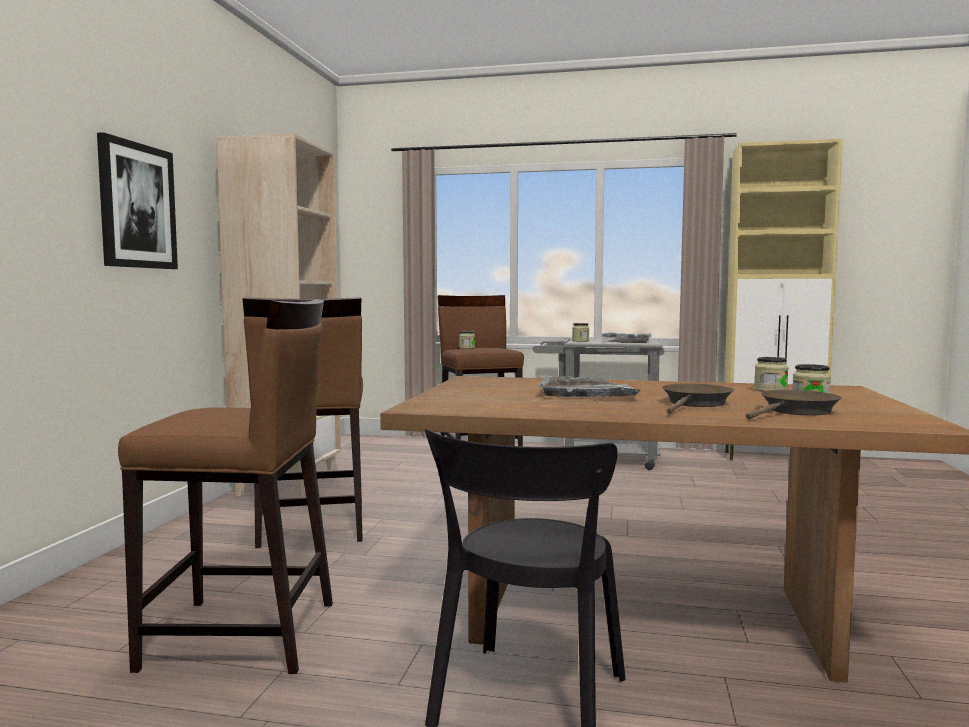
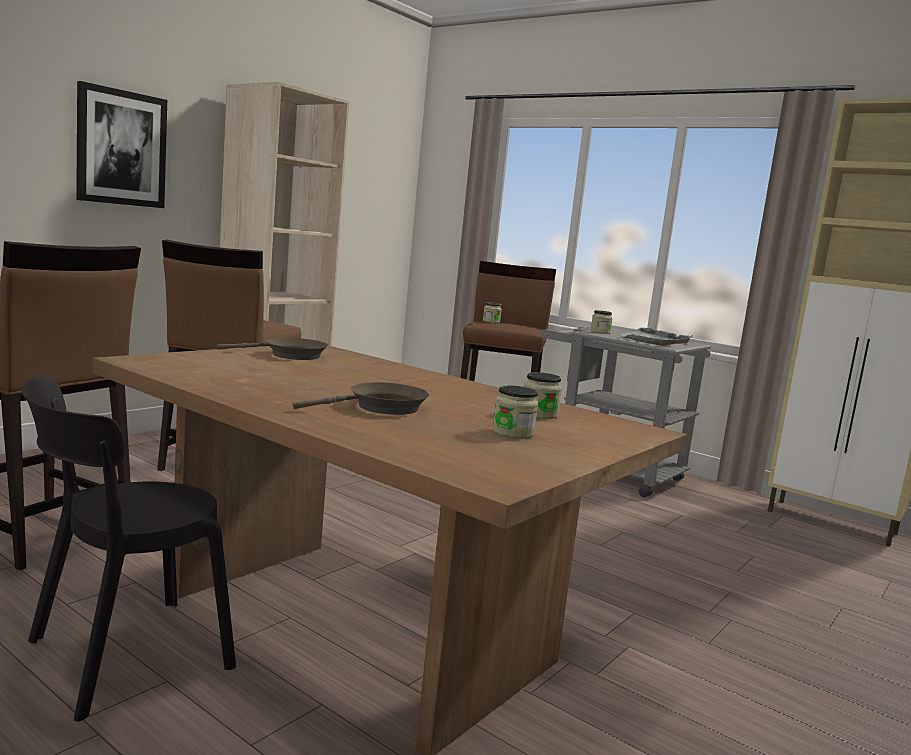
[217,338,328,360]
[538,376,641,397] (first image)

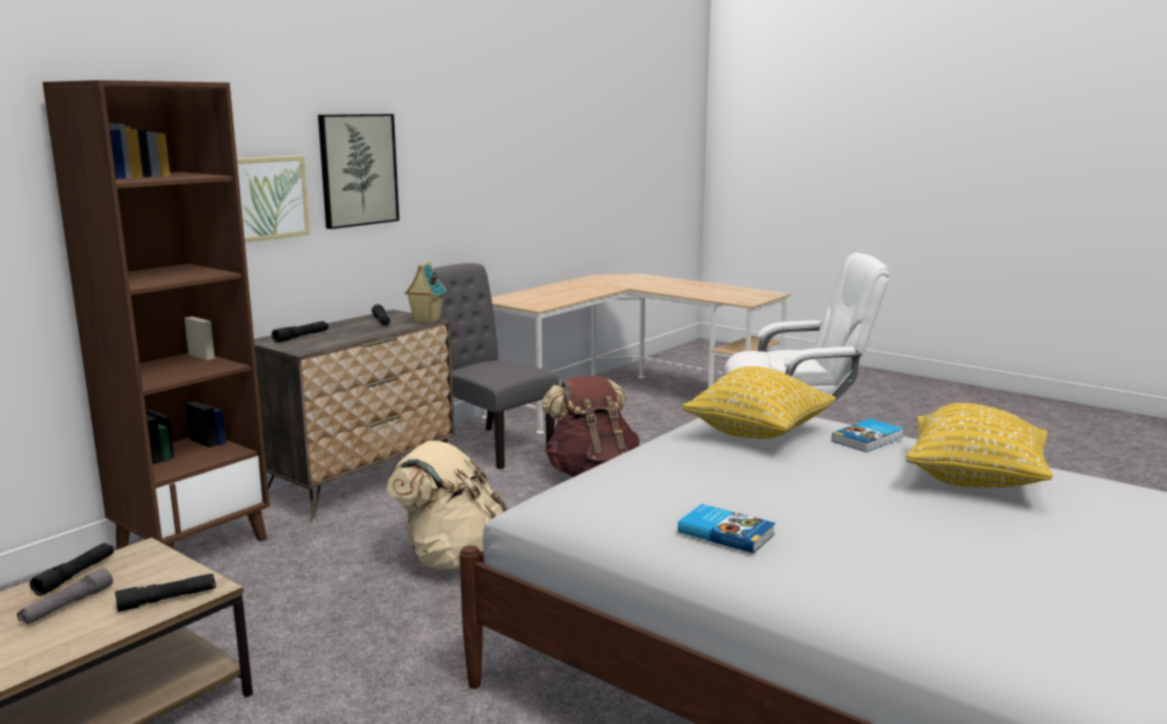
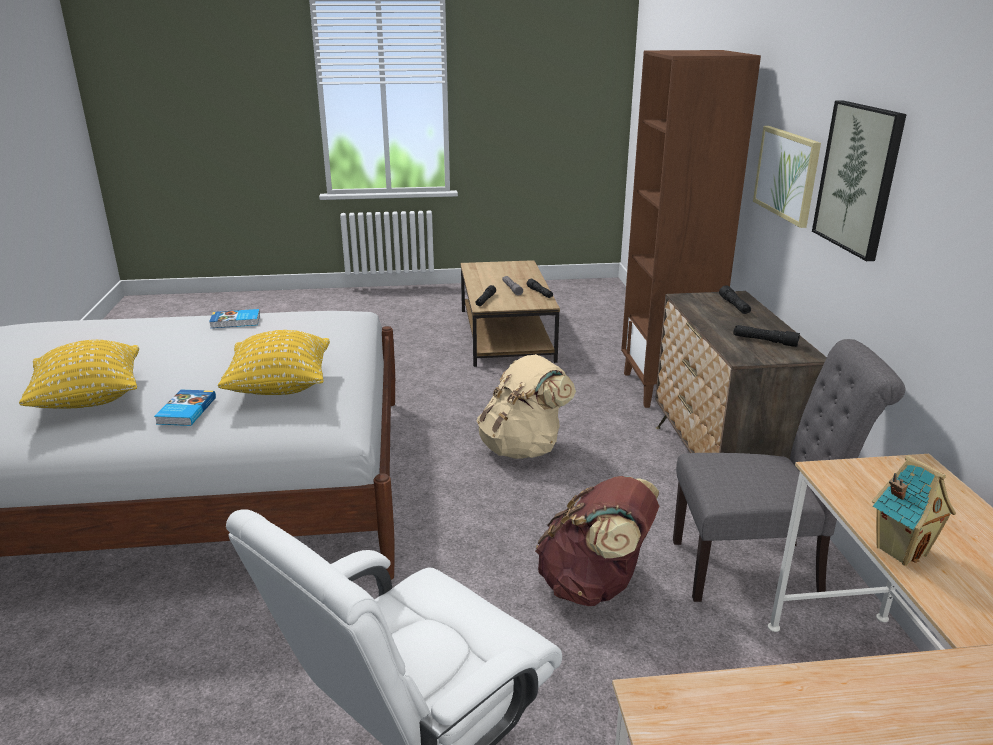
[872,455,956,566]

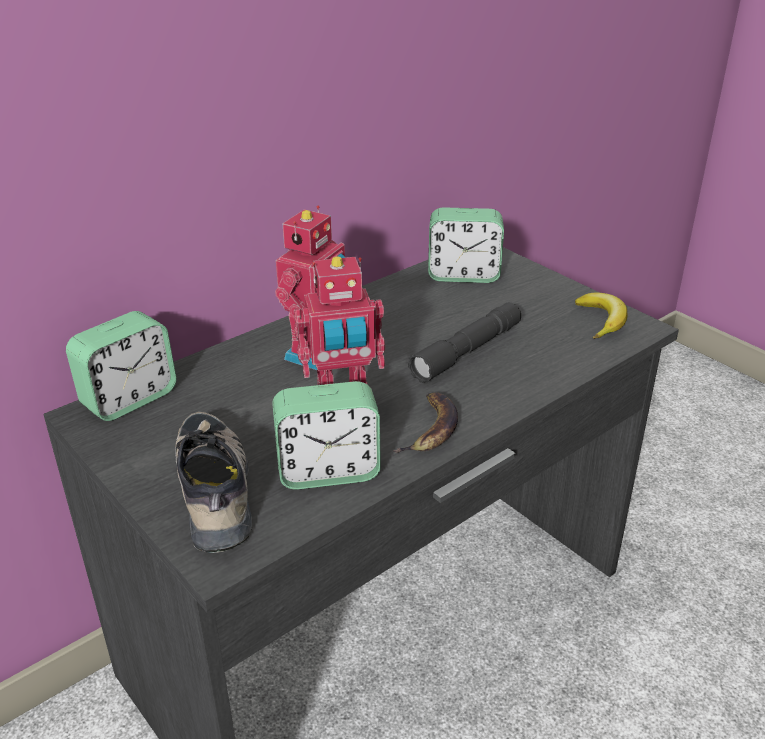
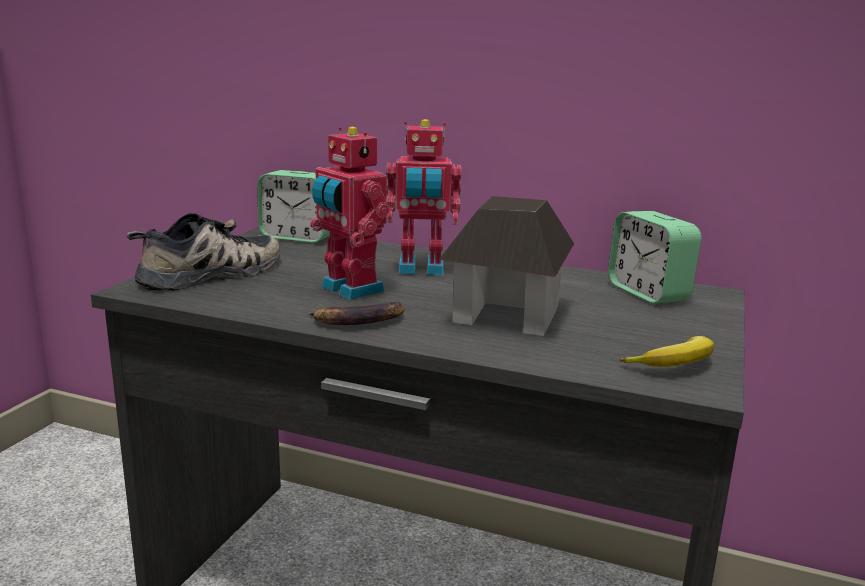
[439,196,574,336]
[272,381,381,490] (first image)

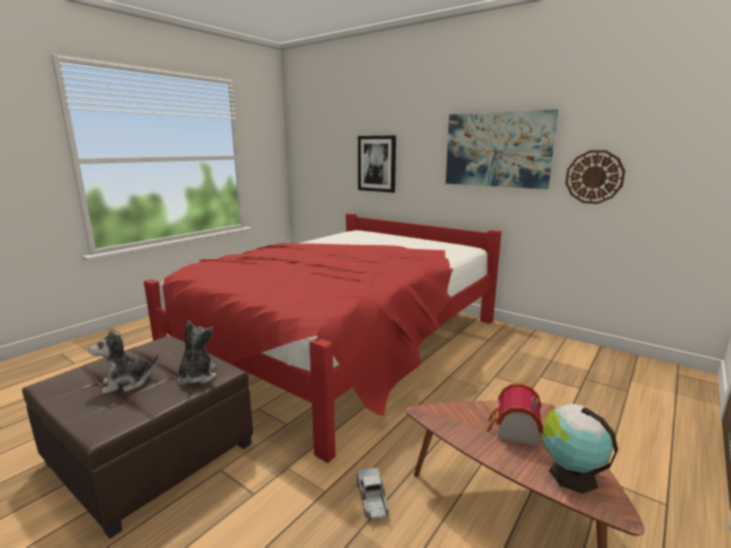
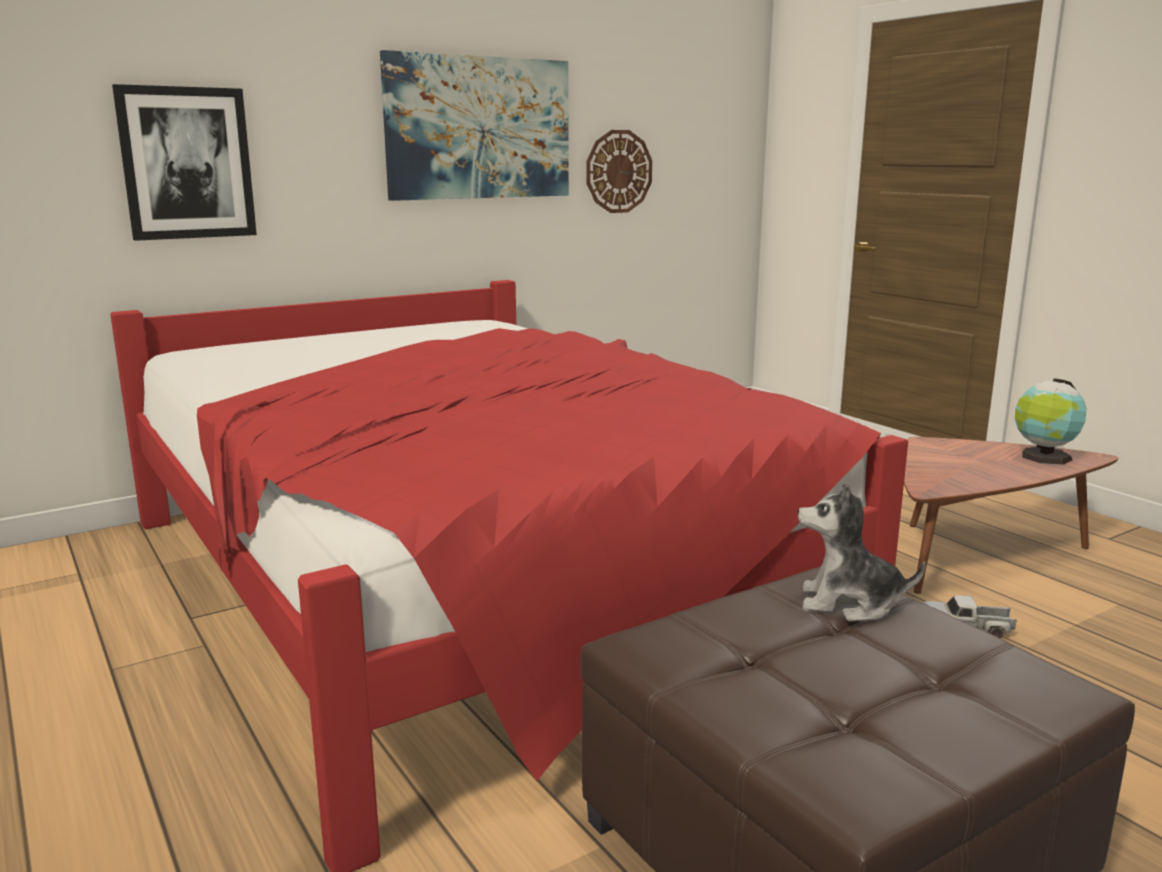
[88,330,158,394] (first image)
[487,383,543,447] (first image)

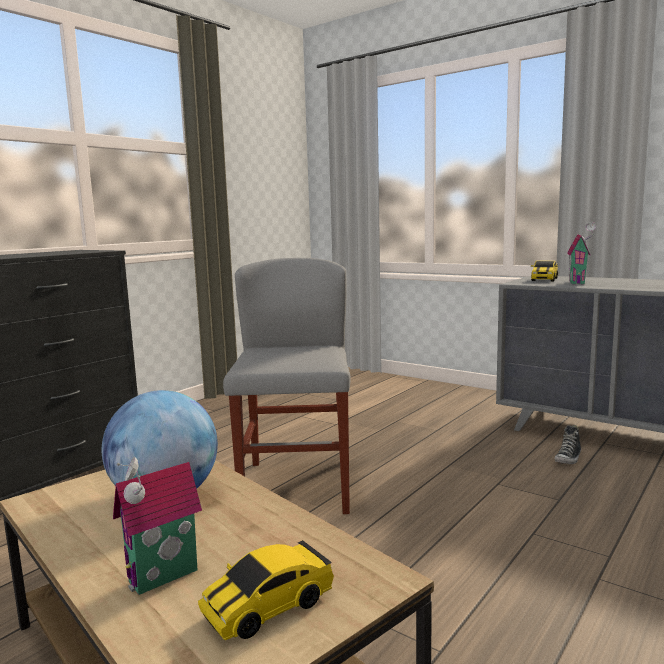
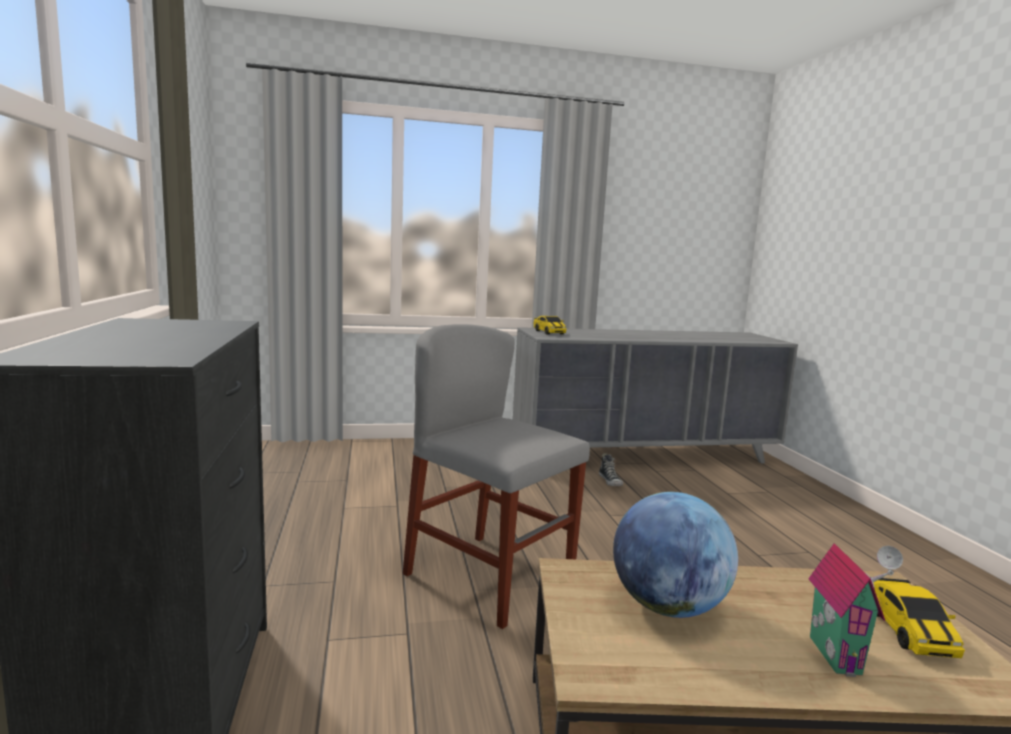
[567,222,596,284] (first image)

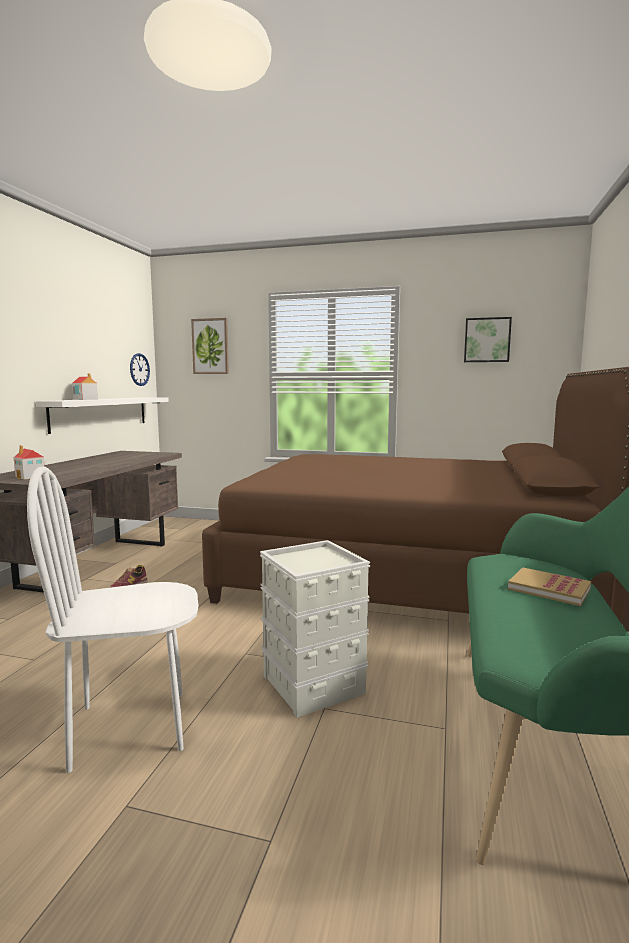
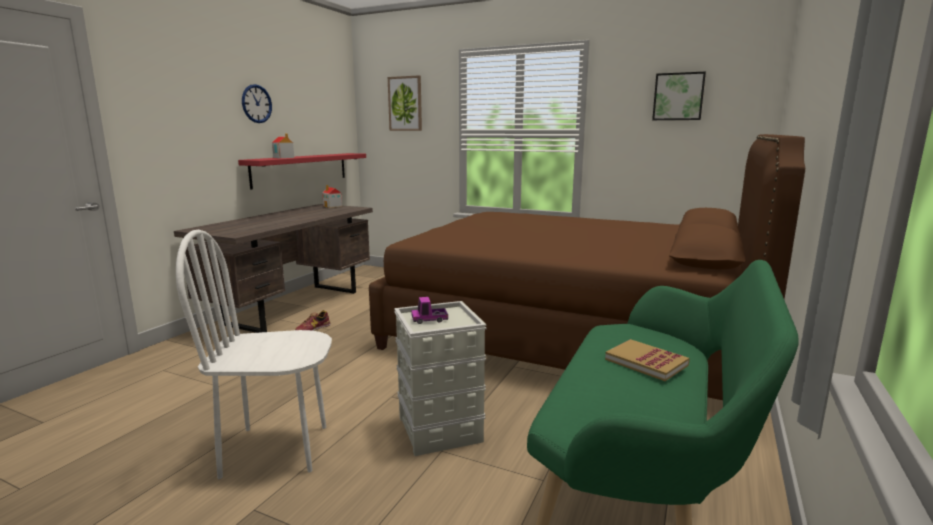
[238,153,366,189]
[242,84,272,123]
[322,185,342,208]
[411,297,448,324]

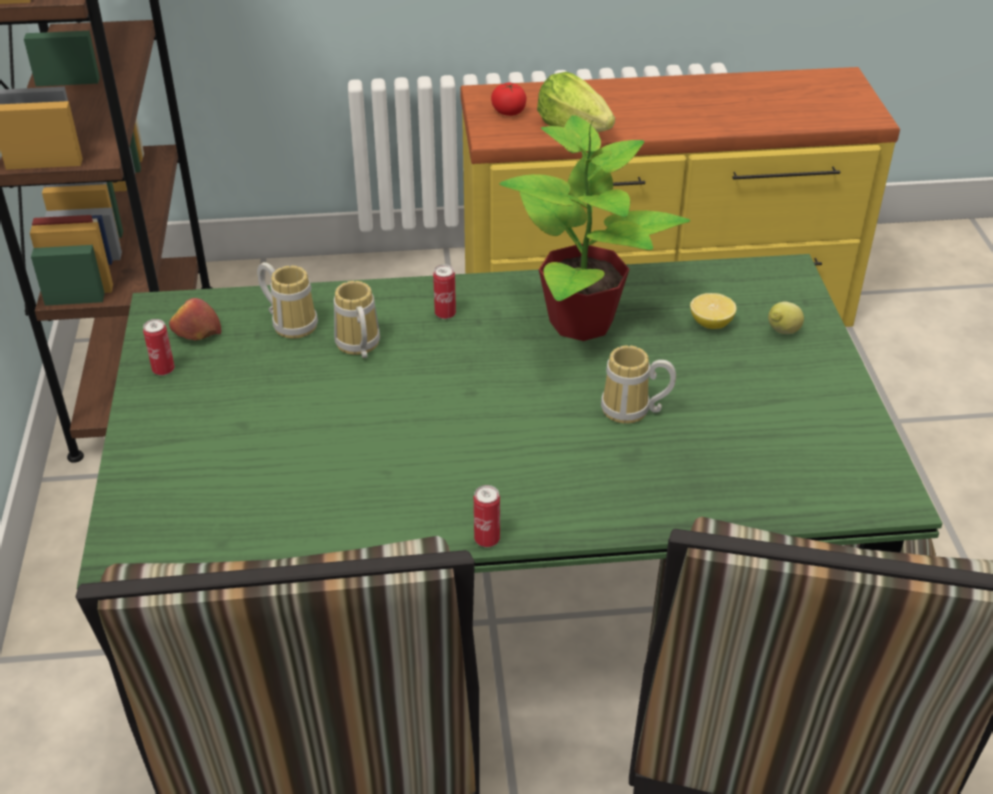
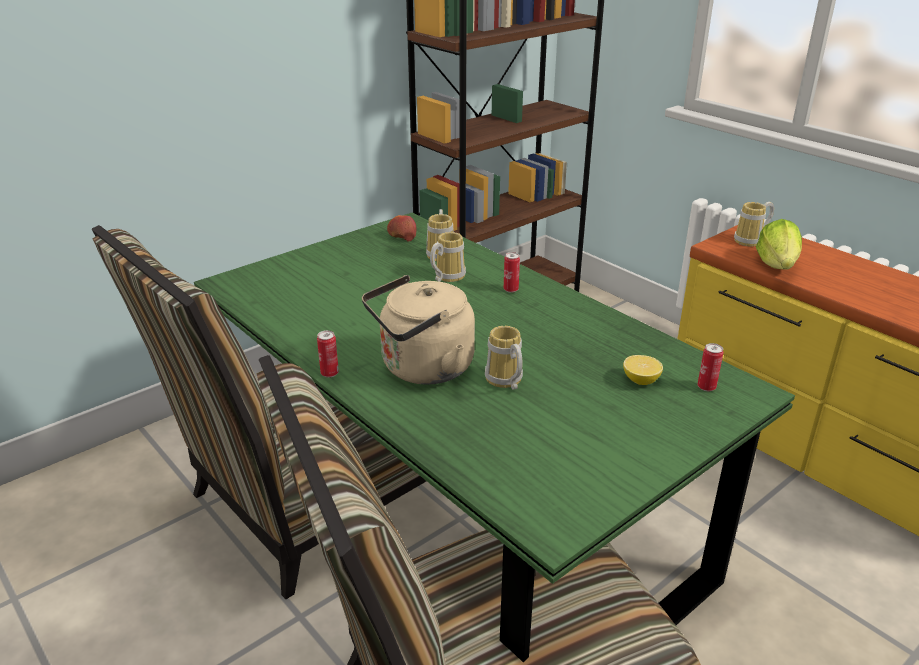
[362,275,475,385]
[698,343,723,391]
[734,202,774,247]
[499,115,690,341] (first image)
[768,301,804,334] (first image)

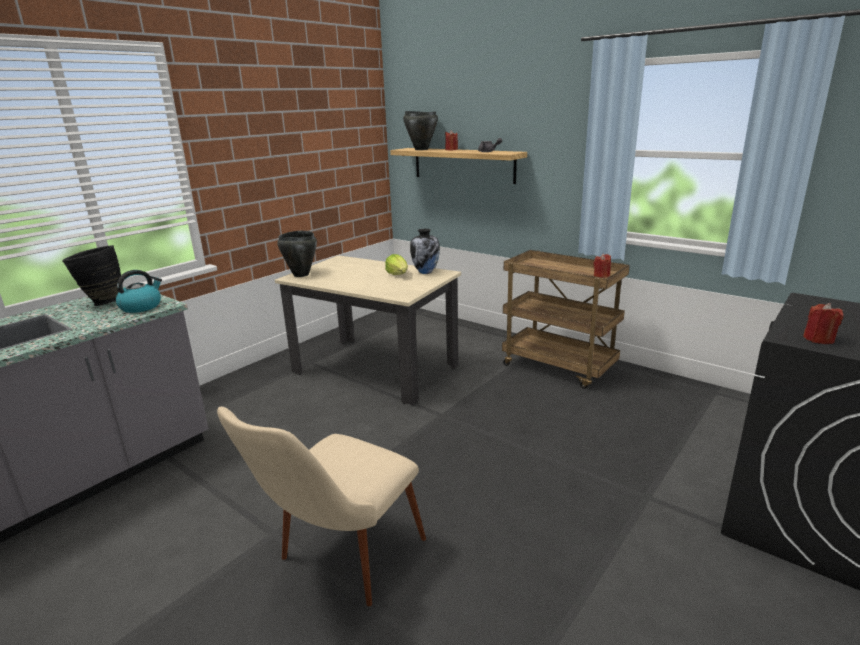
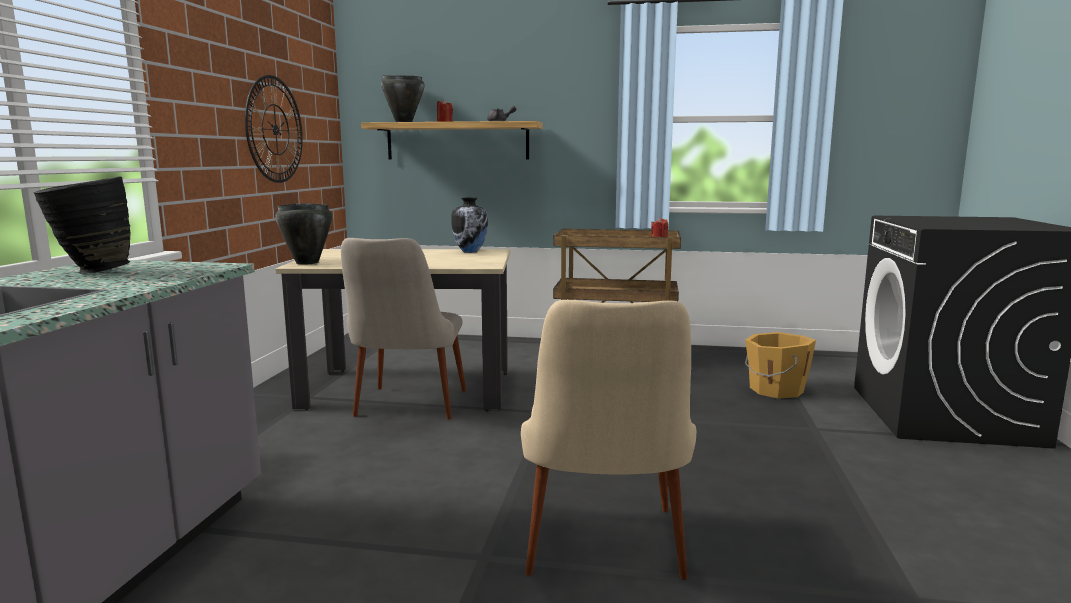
[245,75,303,183]
[341,238,466,420]
[745,332,816,399]
[116,270,162,313] (first image)
[385,254,408,275] (first image)
[803,303,843,344] (first image)

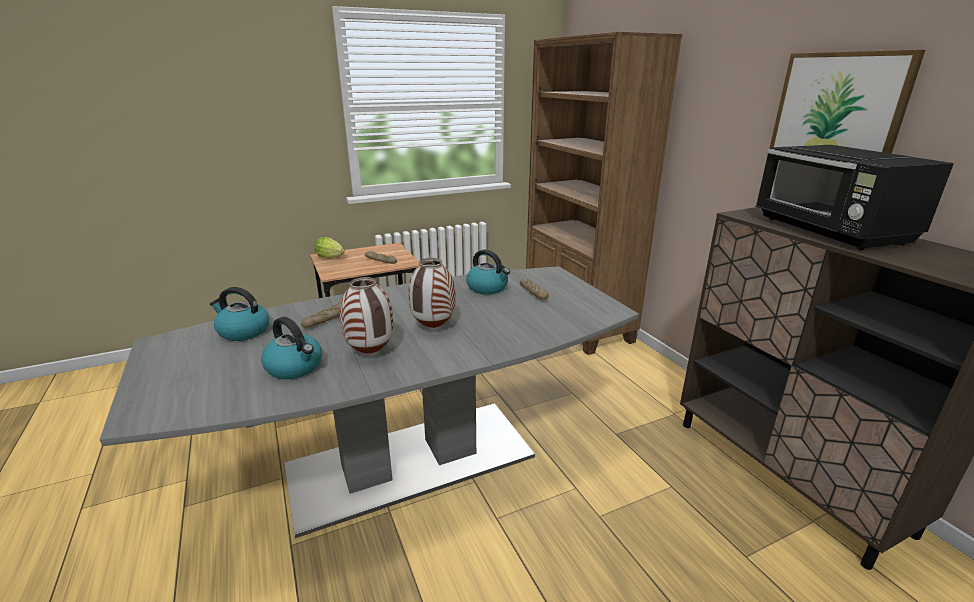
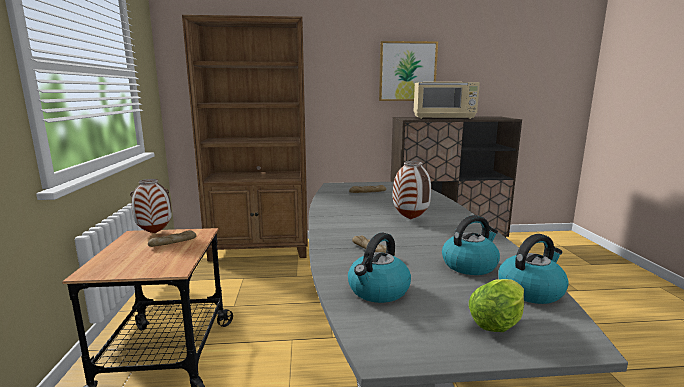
[130,179,172,233]
[414,82,480,119]
[469,279,524,332]
[498,234,569,304]

